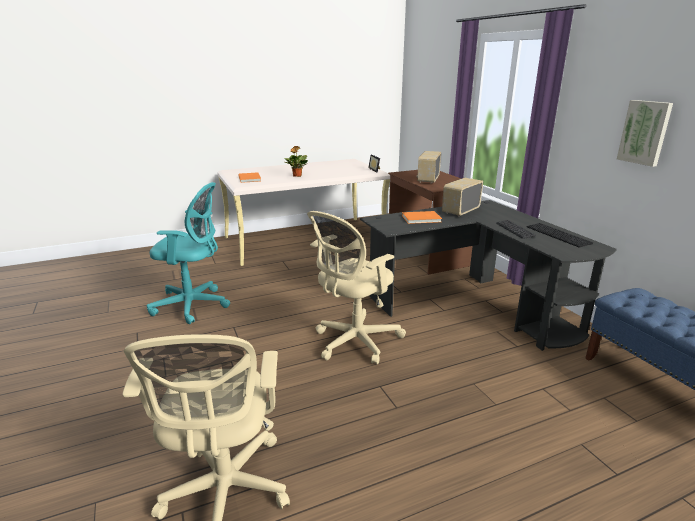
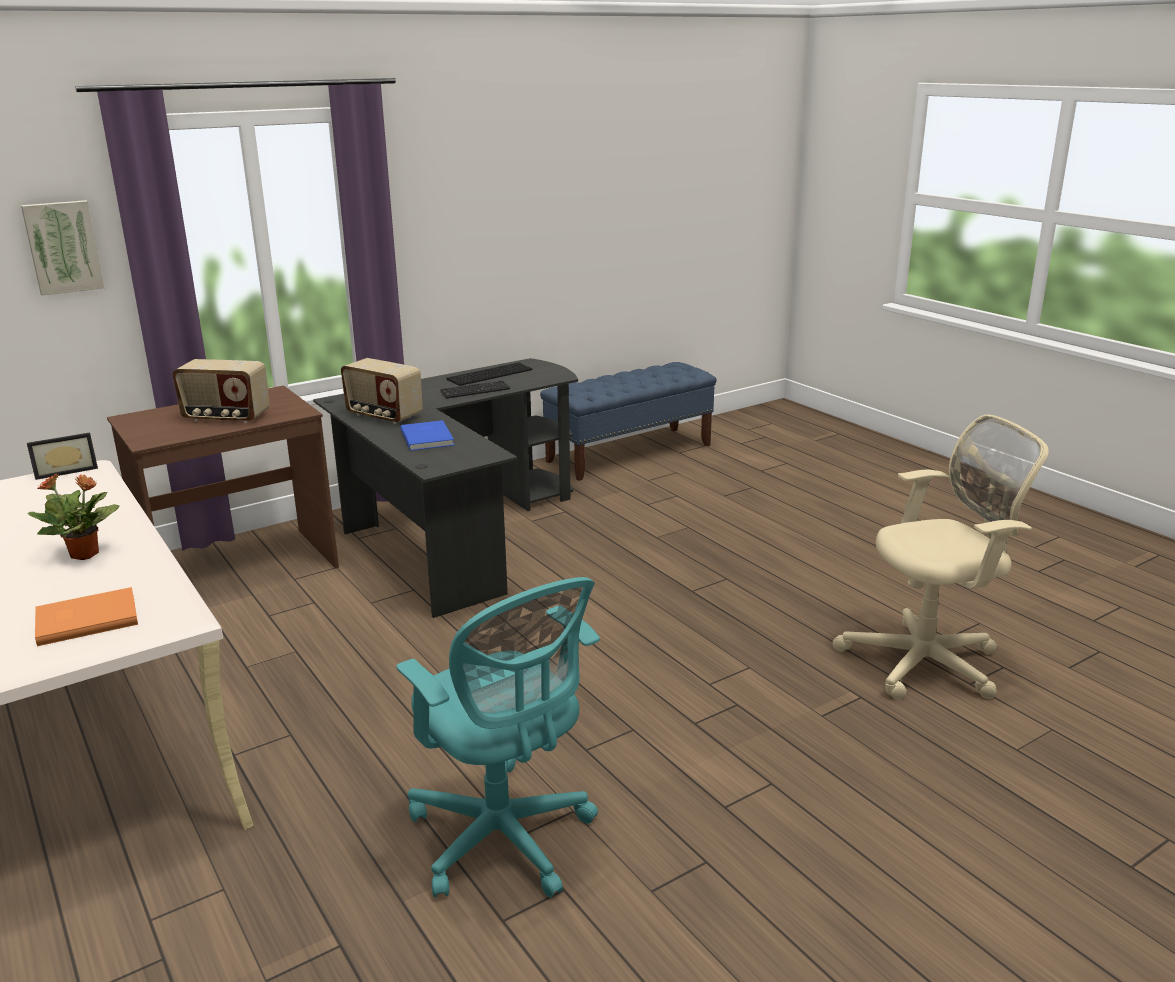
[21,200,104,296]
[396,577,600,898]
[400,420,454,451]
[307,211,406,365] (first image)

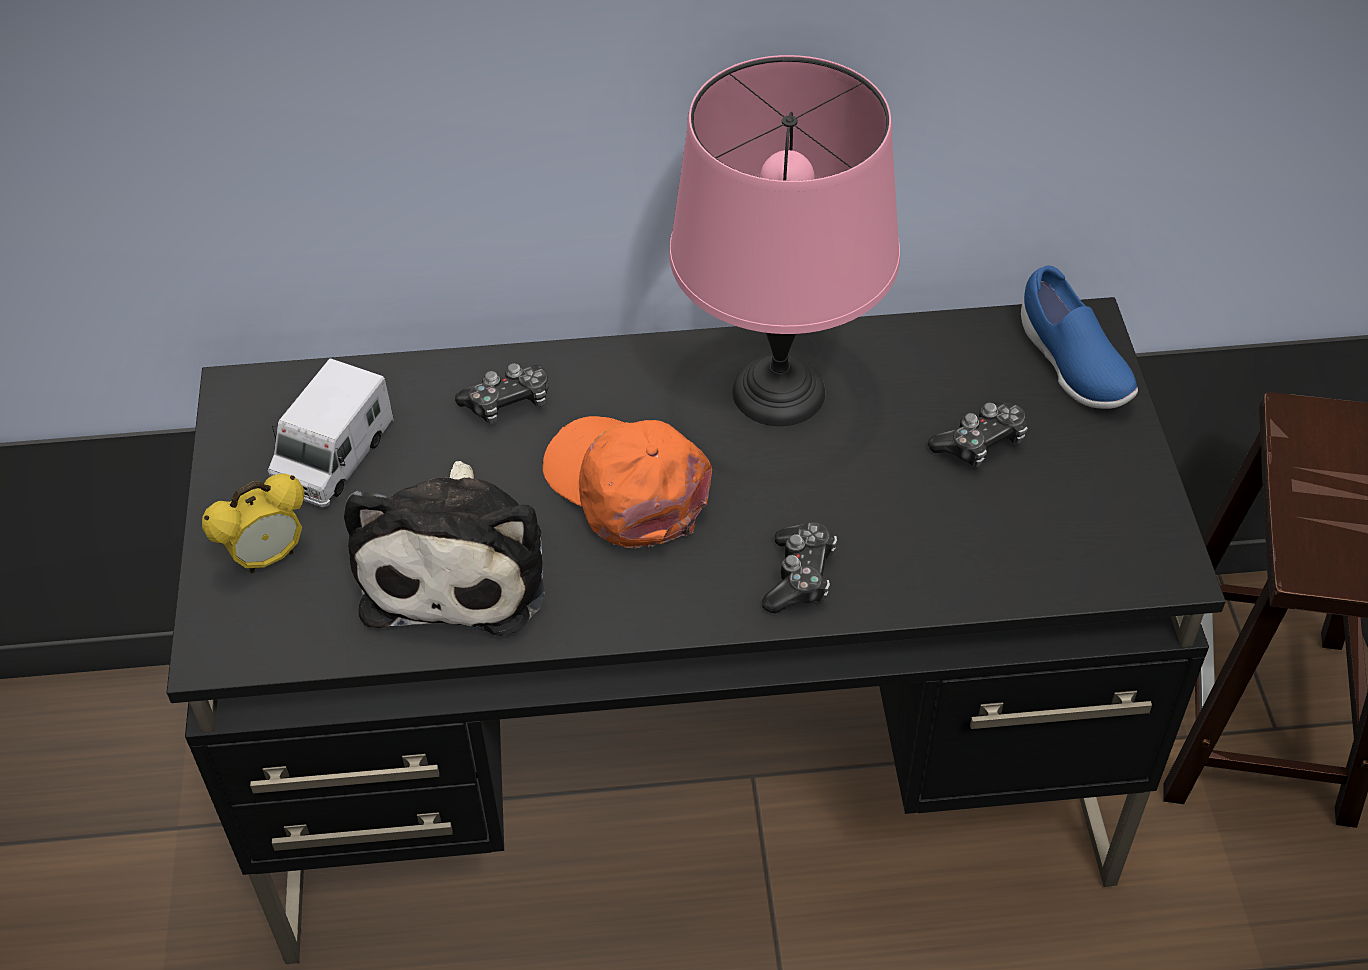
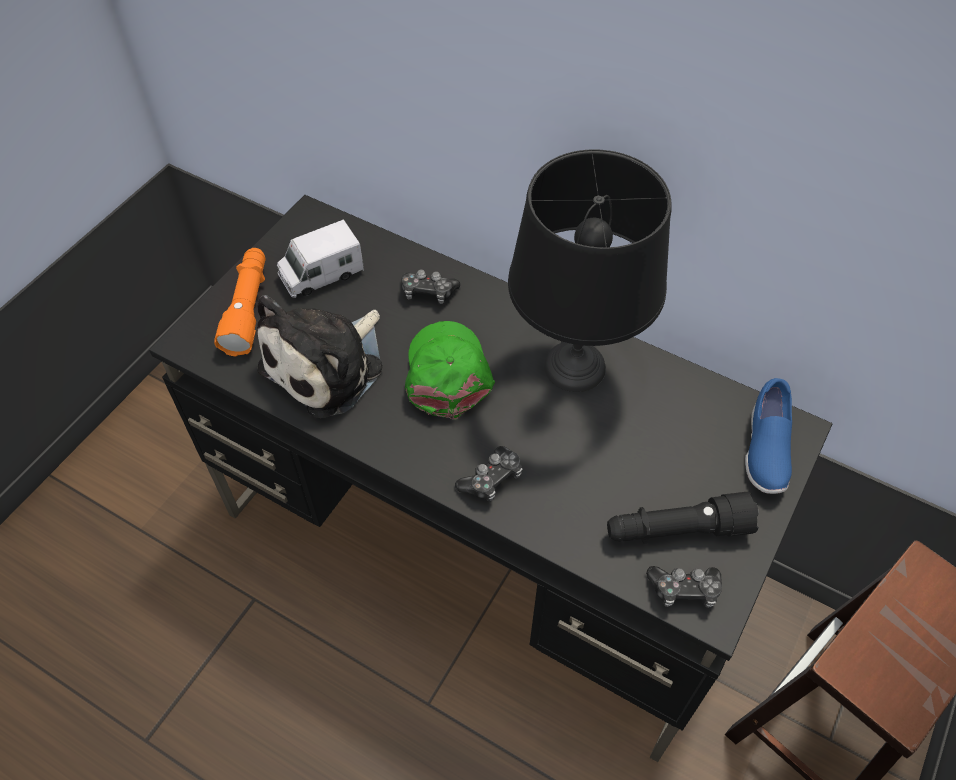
[214,248,266,356]
[405,321,495,419]
[508,149,671,392]
[607,492,759,544]
[646,566,722,608]

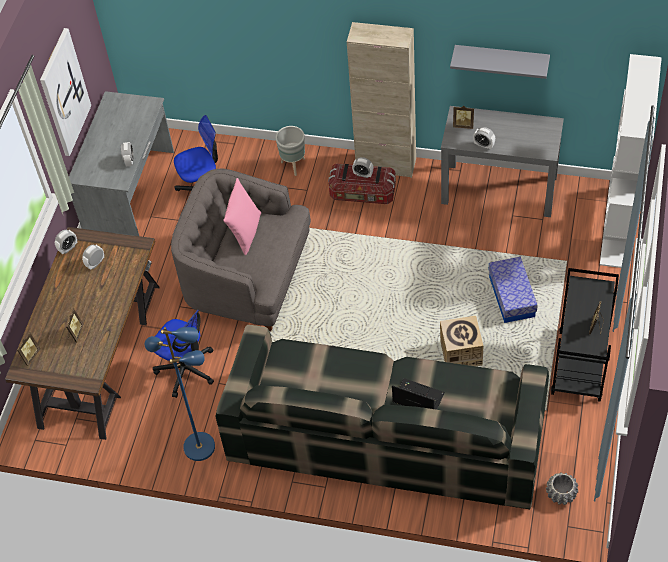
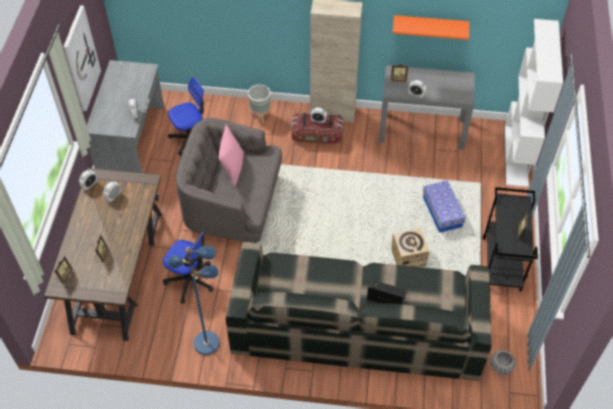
[393,15,469,40]

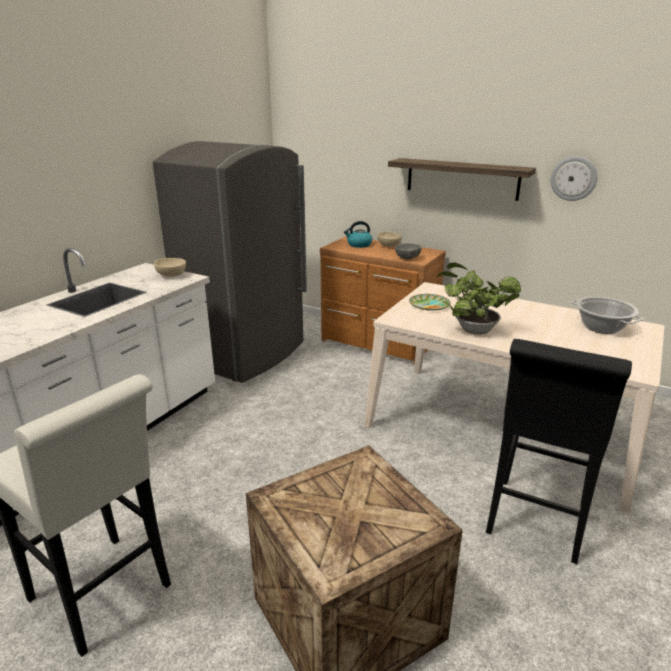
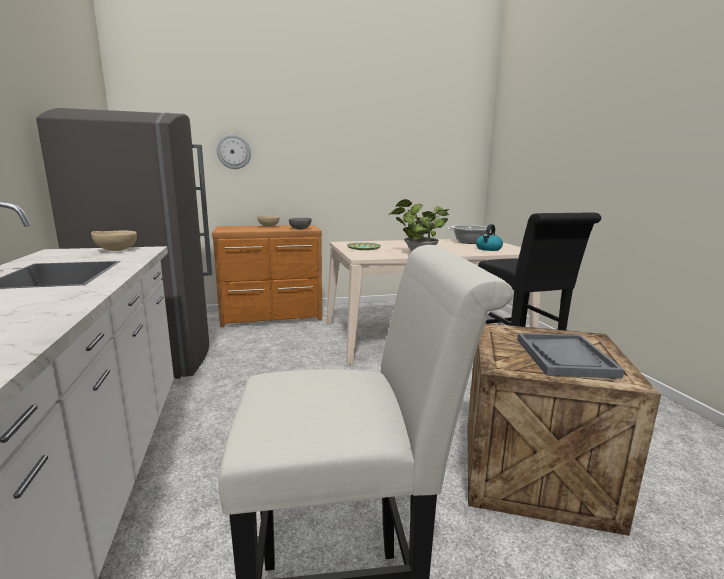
[216,134,251,169]
[476,224,503,251]
[517,333,624,379]
[388,158,536,201] (first image)

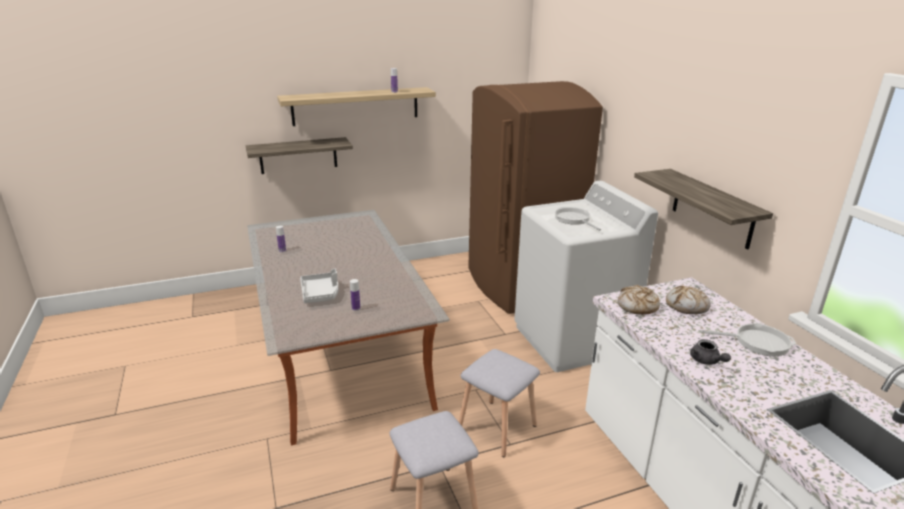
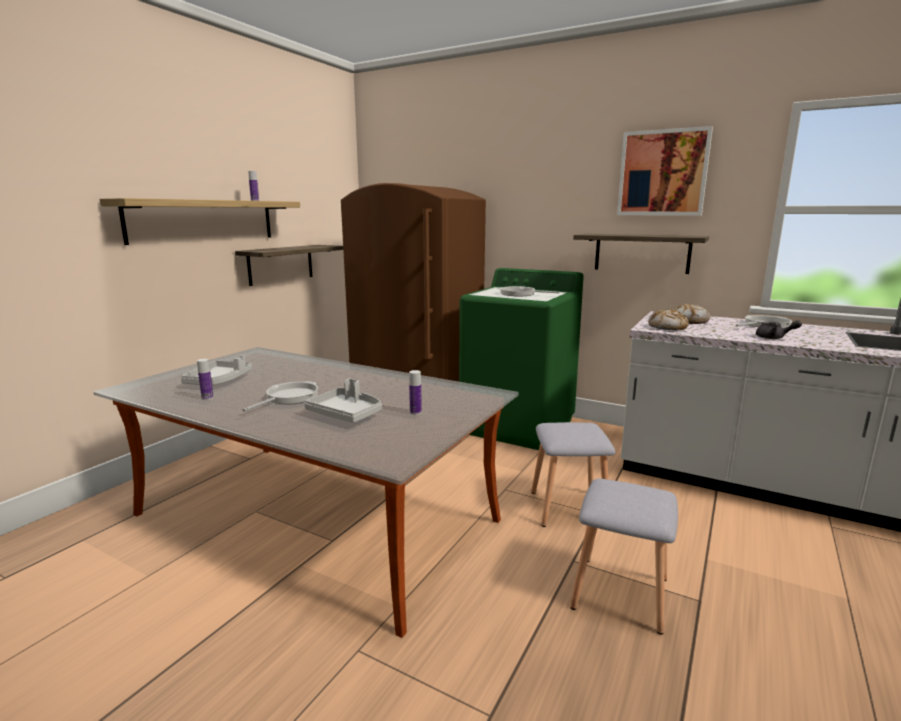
[181,356,252,385]
[235,245,343,286]
[243,381,318,412]
[459,268,584,450]
[617,126,713,216]

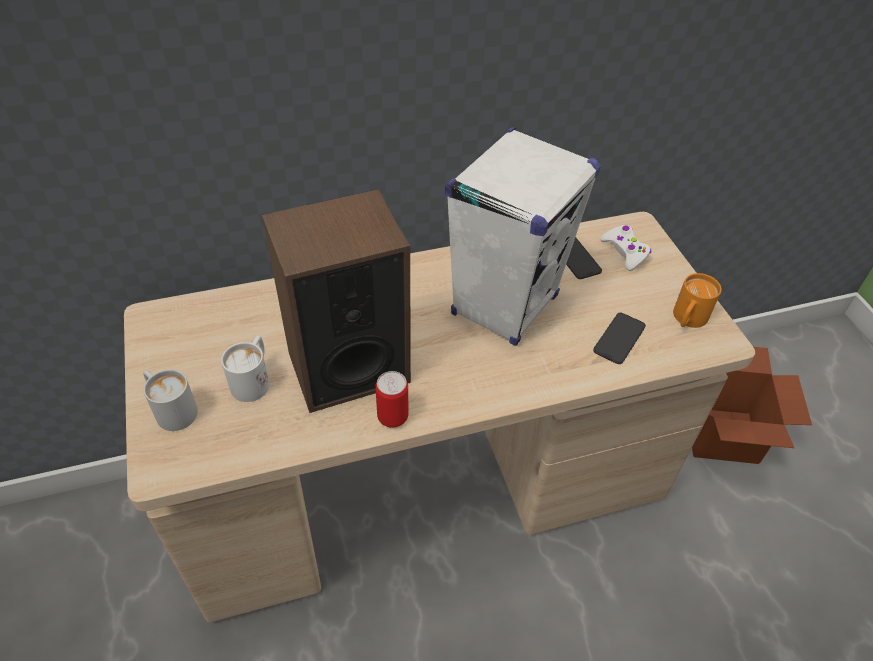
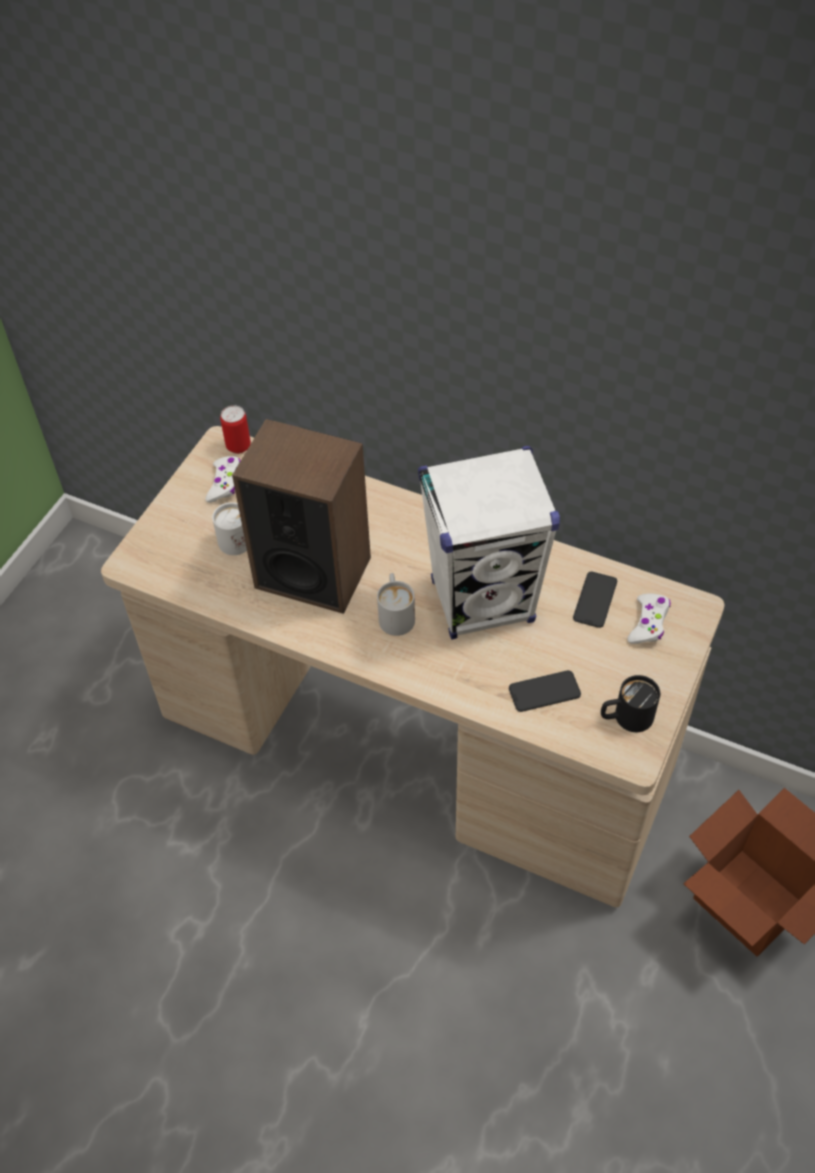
[205,456,240,503]
[220,405,251,454]
[377,573,415,636]
[601,675,660,732]

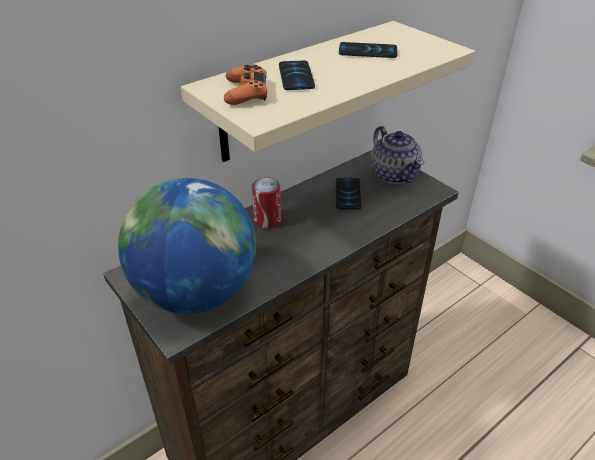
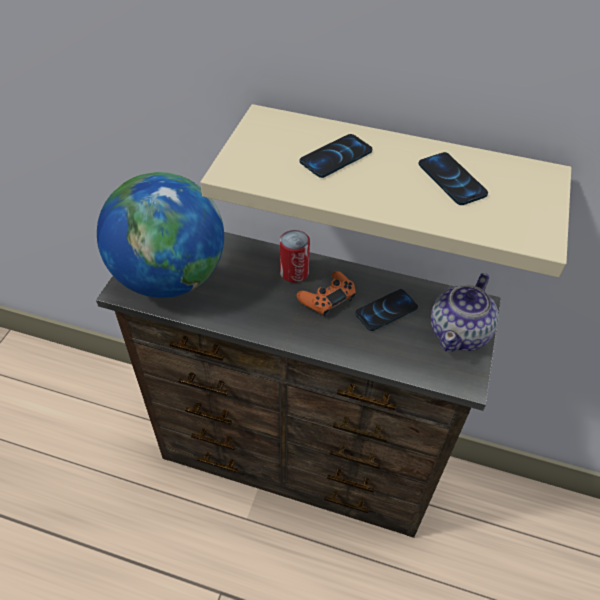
[296,271,356,317]

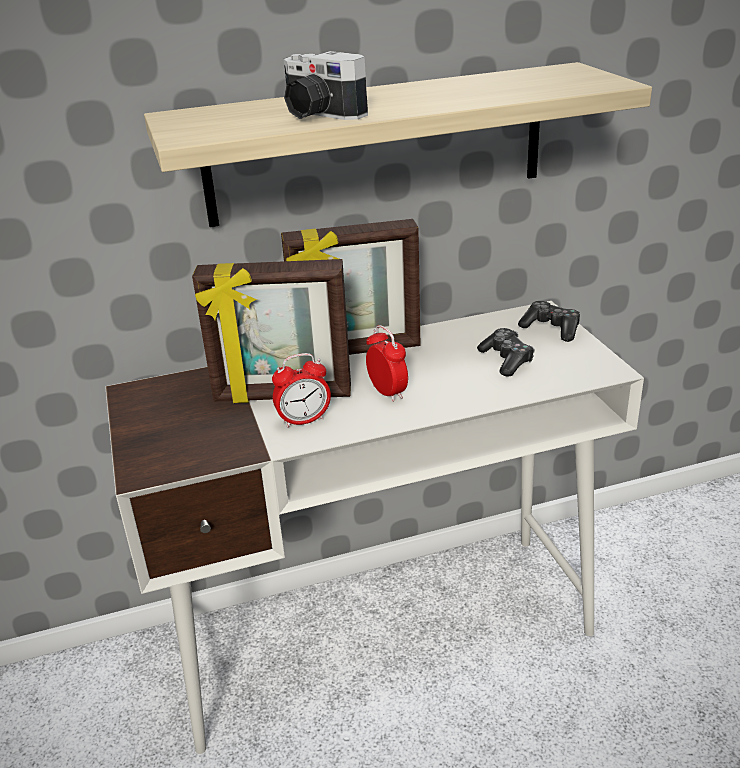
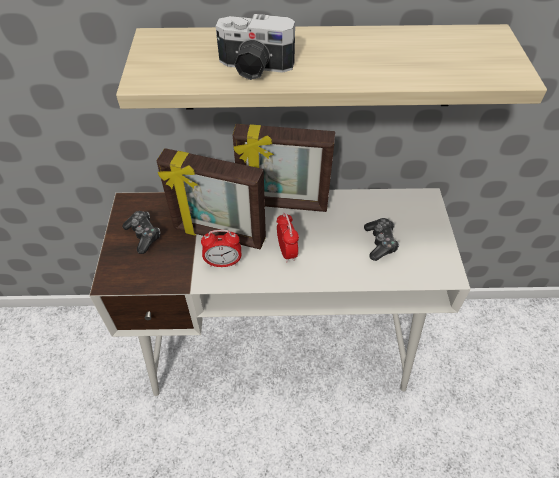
[122,211,160,254]
[215,14,295,80]

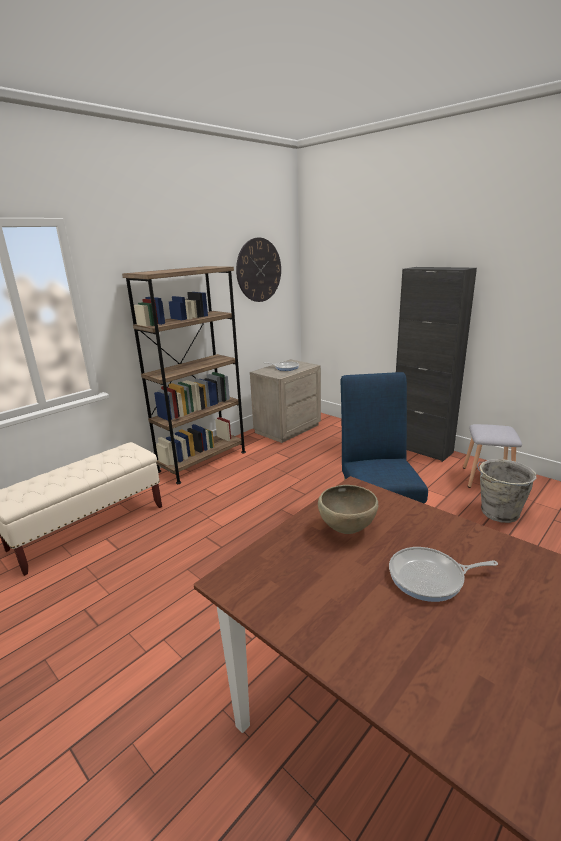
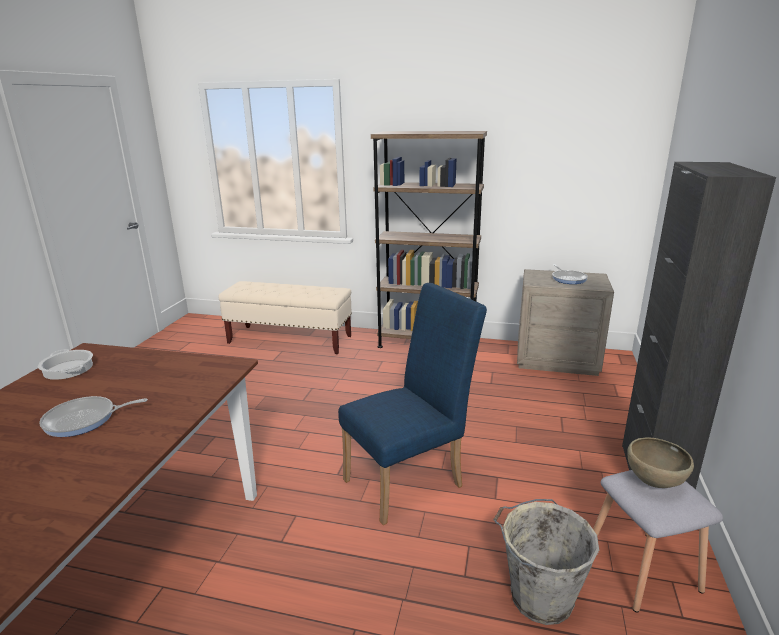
[38,349,93,380]
[39,396,148,437]
[627,437,694,488]
[236,238,281,302] (first image)

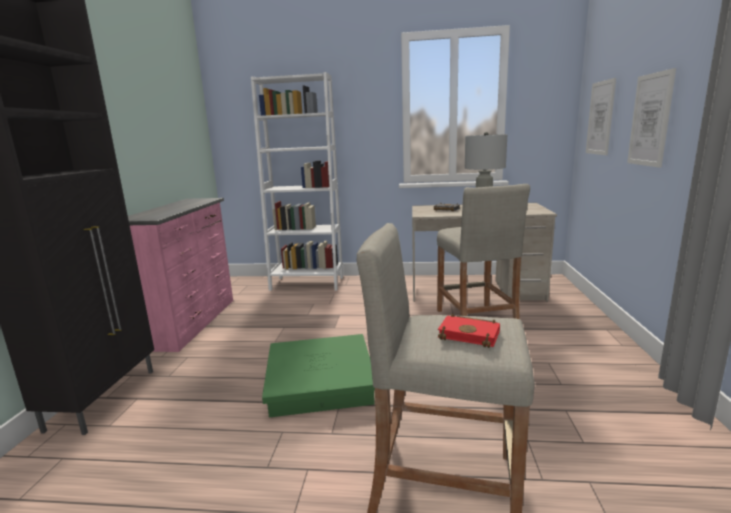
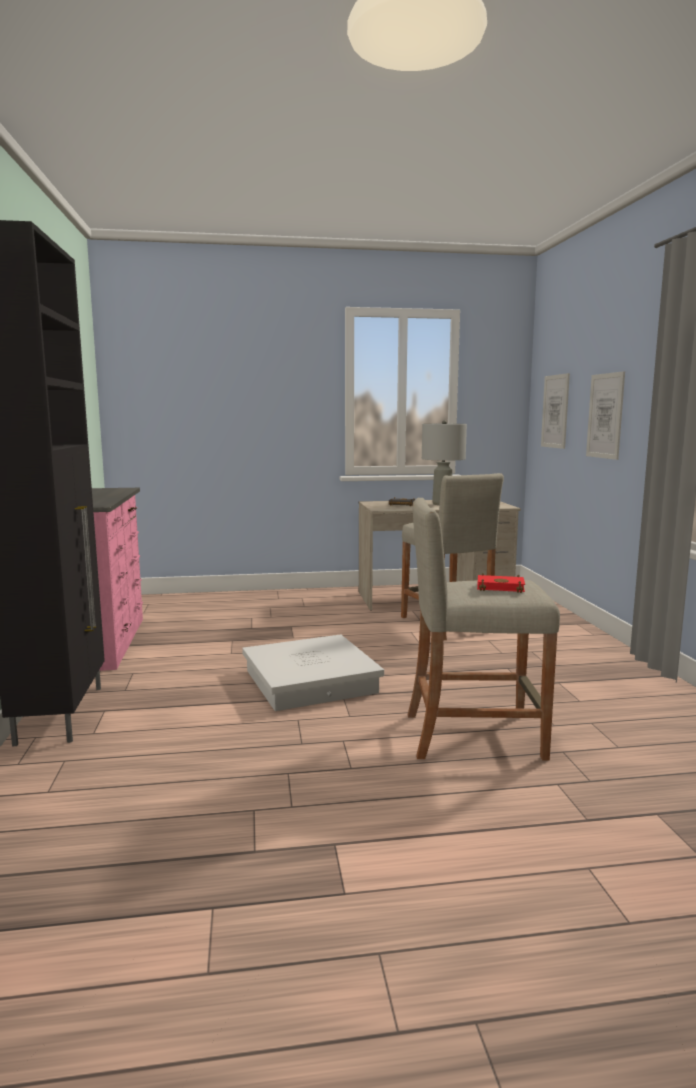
[242,634,384,711]
[251,72,343,291] (first image)

